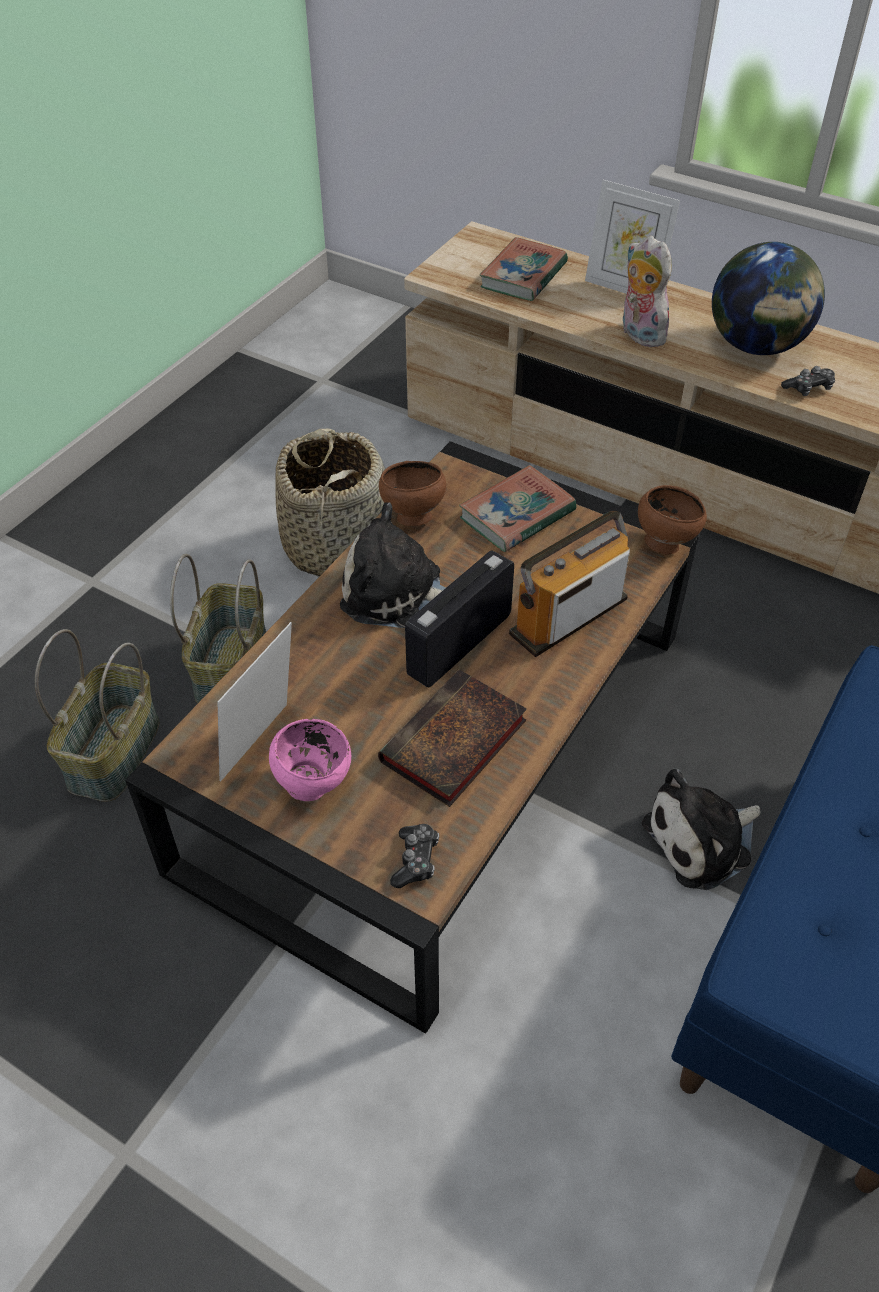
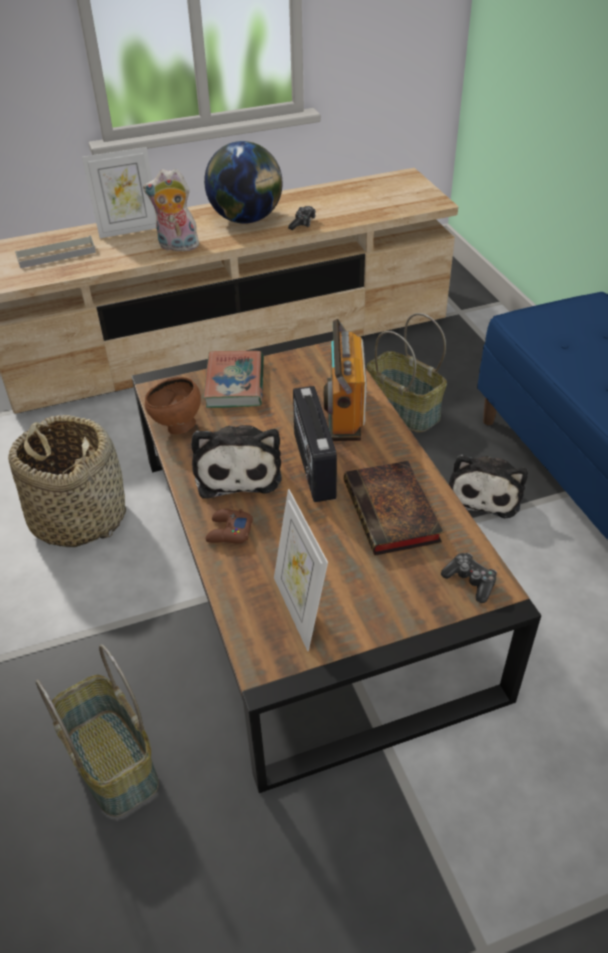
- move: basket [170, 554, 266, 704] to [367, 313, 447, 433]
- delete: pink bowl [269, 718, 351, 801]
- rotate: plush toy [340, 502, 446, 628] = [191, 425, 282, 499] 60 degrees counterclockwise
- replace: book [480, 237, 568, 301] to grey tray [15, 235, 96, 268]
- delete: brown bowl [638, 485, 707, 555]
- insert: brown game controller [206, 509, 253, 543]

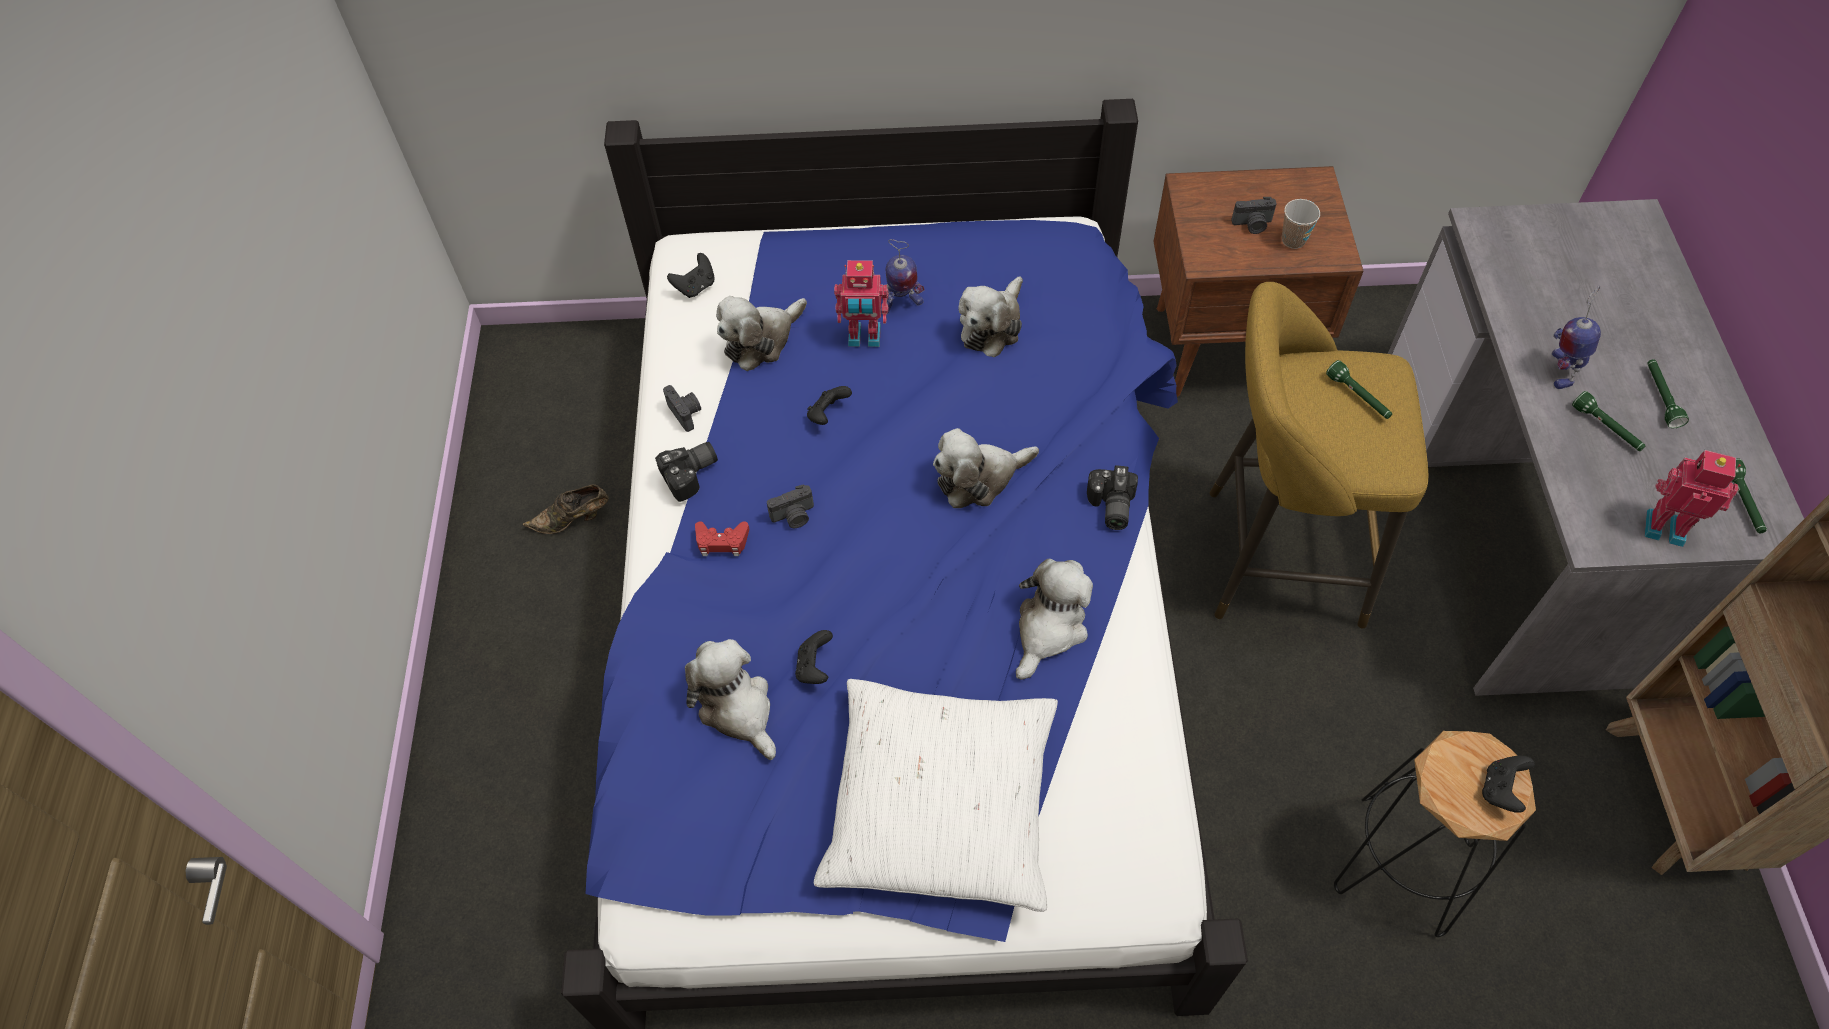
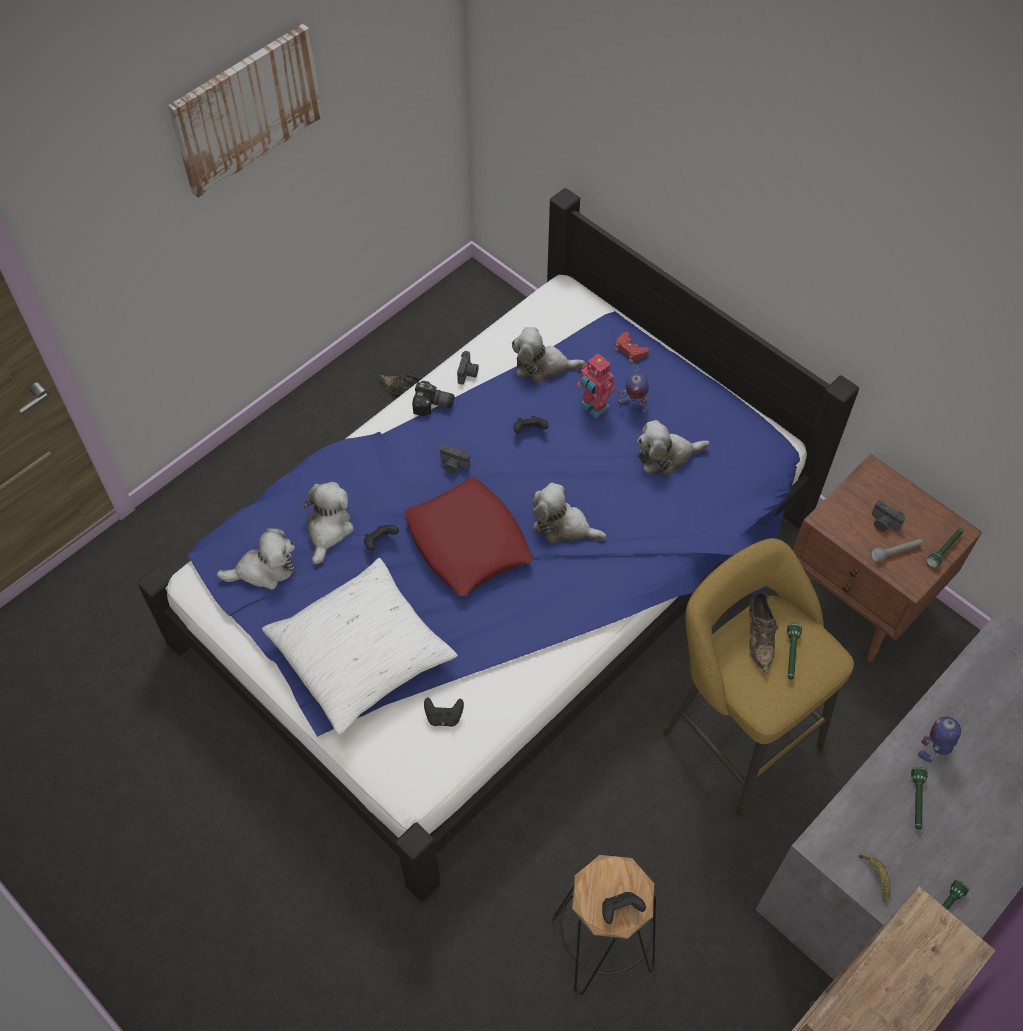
- move: black game controller [667, 253, 715, 298] to [424, 697, 464, 727]
- move: red game controller [695, 521, 749, 556] to [615, 332, 649, 362]
- move: plush toy [1016, 559, 1093, 680] to [217, 528, 295, 590]
- delete: photo camera [1087, 465, 1138, 530]
- replace: cup [1282, 199, 1320, 249] to grey flashlight [871, 539, 923, 562]
- replace: toy robot [1645, 450, 1741, 547] to banana [859, 854, 891, 902]
- move: green flashlight [1648, 359, 1689, 428] to [926, 528, 964, 568]
- insert: picture [168, 24, 323, 198]
- insert: red pillow [404, 477, 533, 596]
- insert: brown shoe [749, 592, 779, 673]

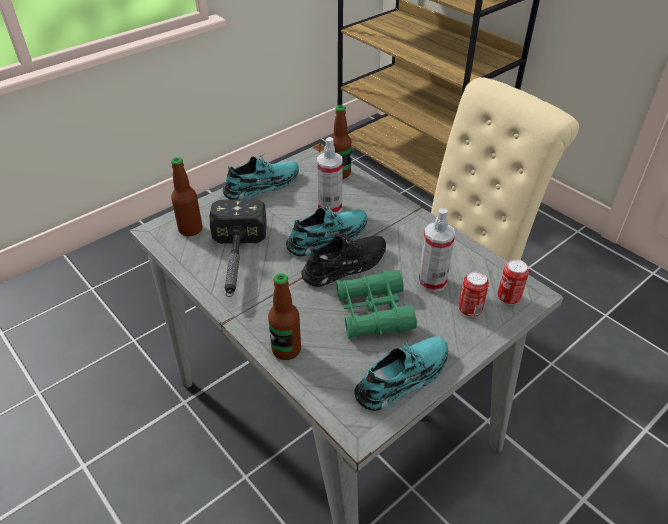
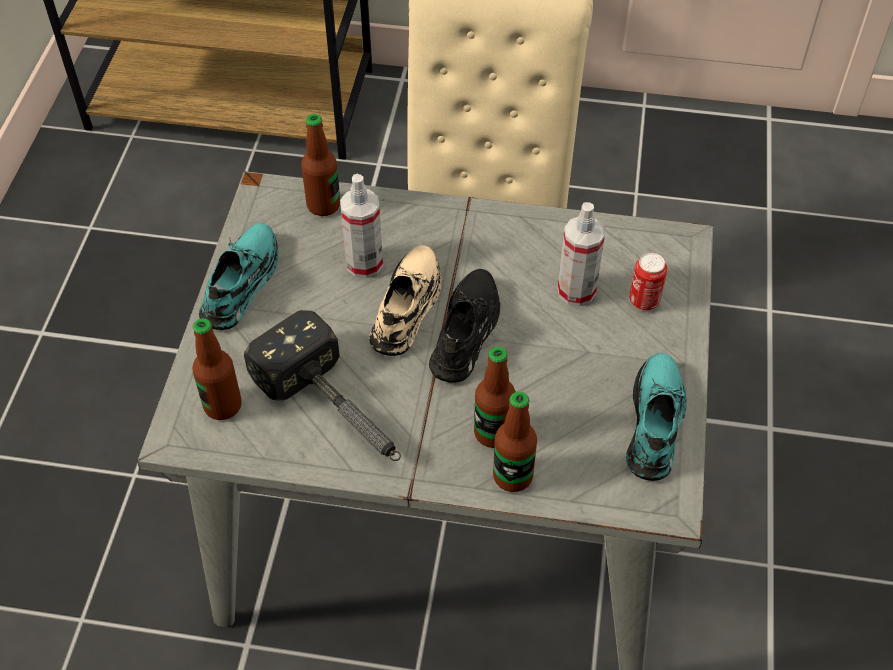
- recolor: turquoise shoe [286, 203, 367, 257] to beige shoe [369, 245, 442, 356]
- delete: green binoculars [336, 270, 417, 339]
- delete: can [497, 259, 529, 305]
- insert: bottle [474, 347, 516, 448]

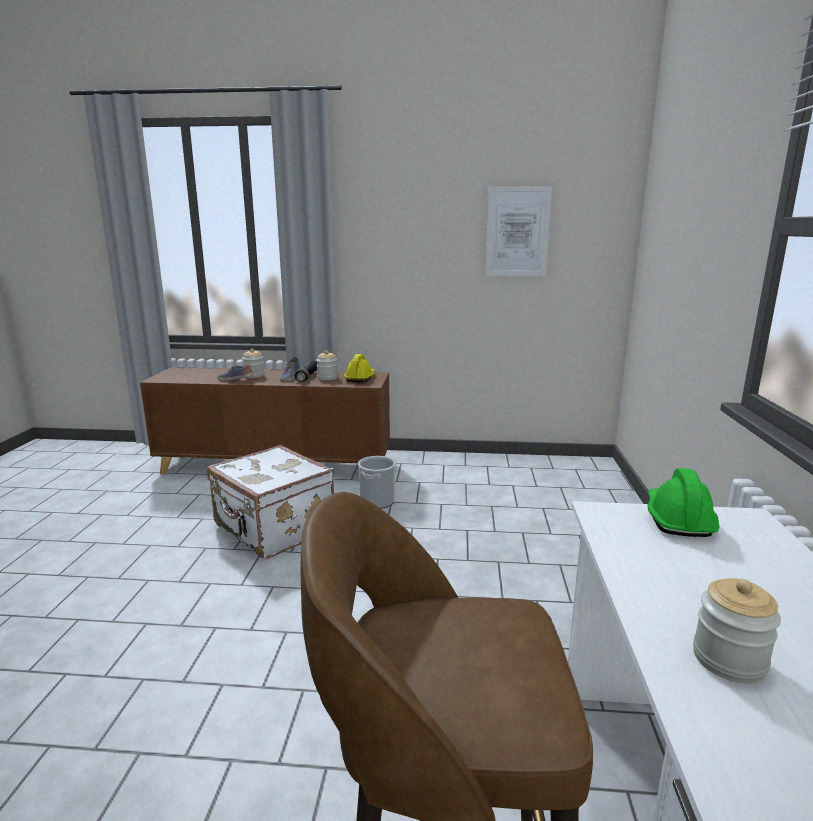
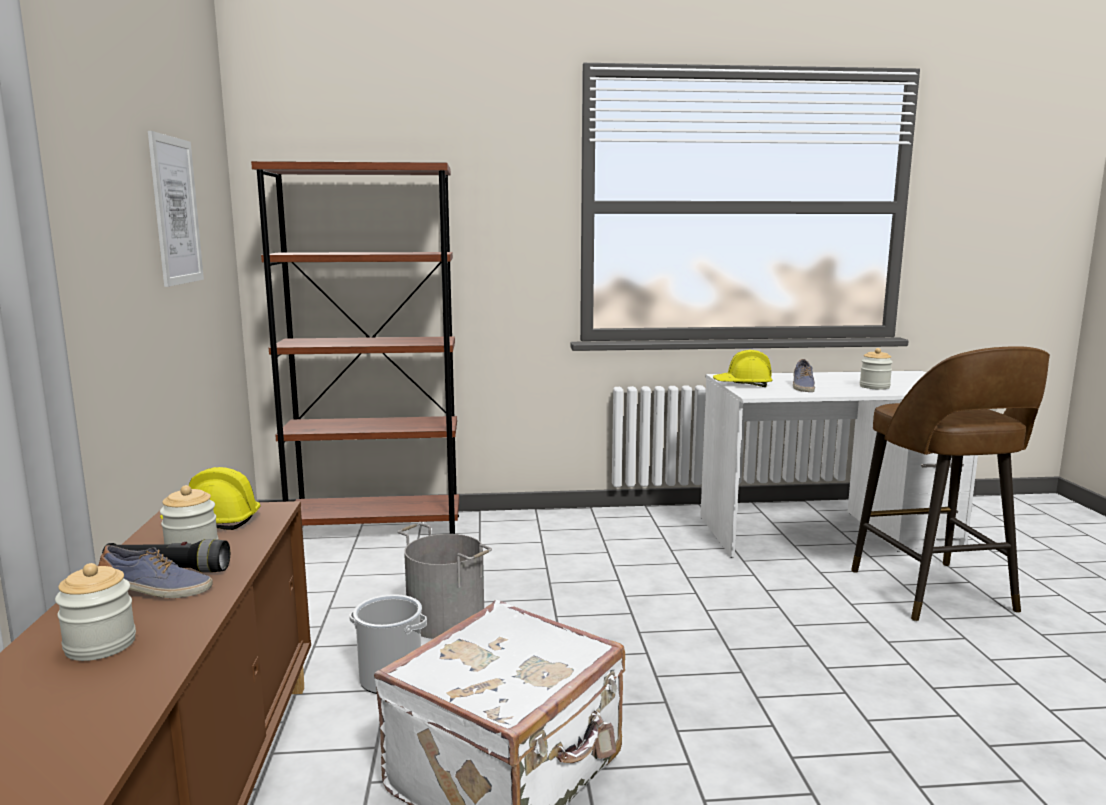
- move: shoe [217, 364, 253, 381] to [793, 359, 815, 392]
- recolor: green hard hat [648, 468, 719, 537] to yellow hard hat [713, 350, 773, 387]
- insert: brown bookcase [251, 161, 459, 534]
- insert: grey bucket [397, 523, 492, 639]

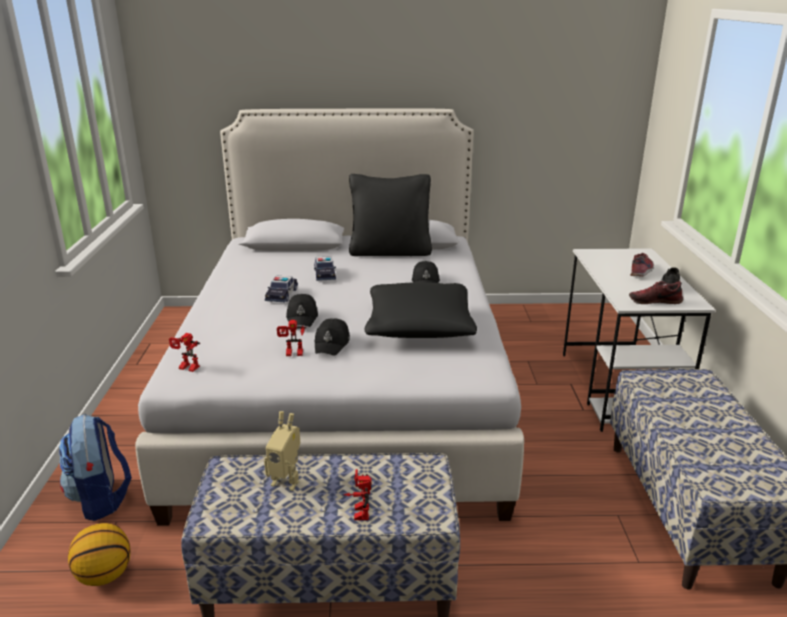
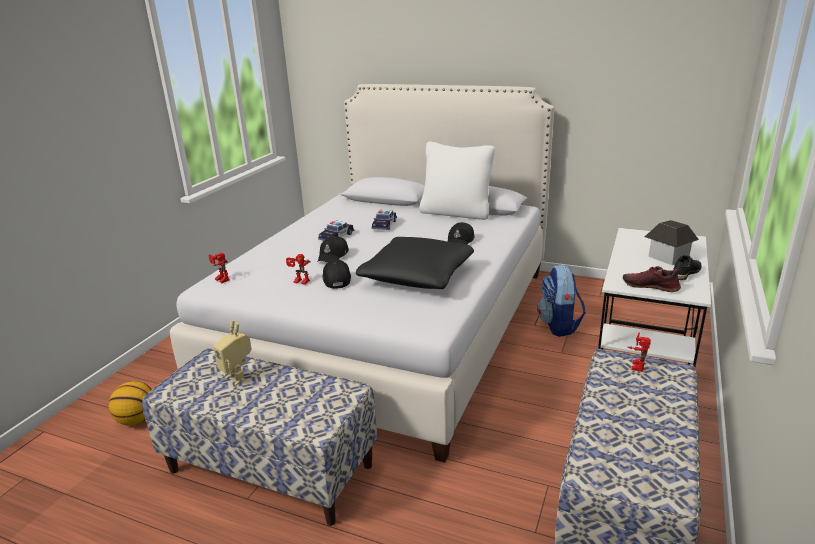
- move: backpack [59, 414, 132, 521] to [537, 265, 586, 337]
- rotate: black cap [314, 318, 350, 356] = [322, 258, 351, 289] 135 degrees clockwise
- move: toy robot [344, 469, 371, 520] to [627, 332, 651, 372]
- recolor: black pillow [349, 174, 432, 256] to white pillow [419, 141, 495, 220]
- replace: shoe [630, 253, 654, 277] to toy house [645, 220, 699, 265]

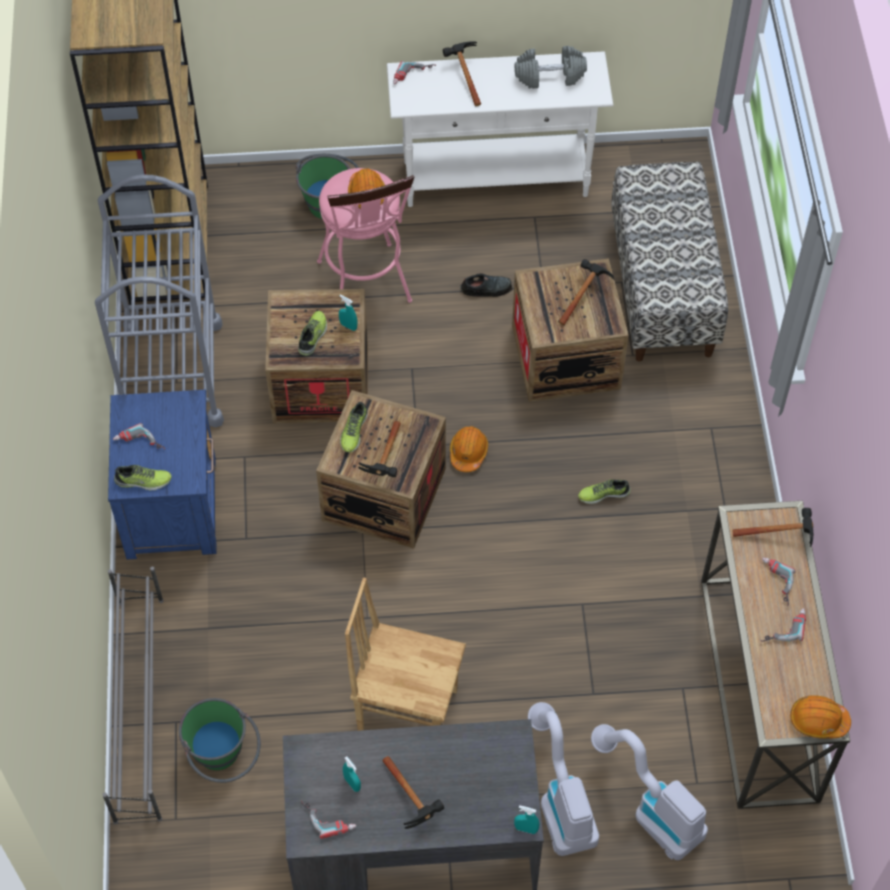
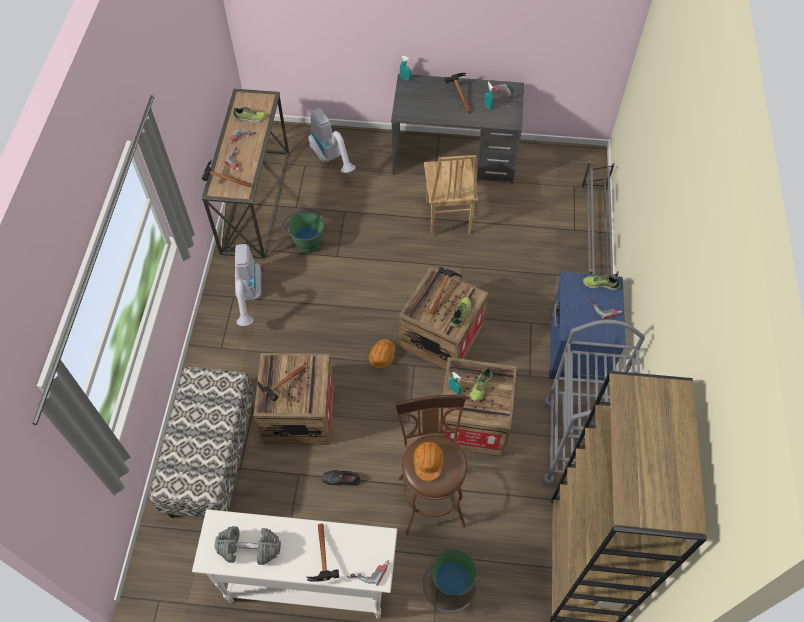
- move: green bucket [179, 698, 261, 783] to [281, 209, 324, 253]
- recolor: pink stool [317, 168, 414, 303] to brown stool [395, 395, 467, 535]
- rotate: brown chair [345, 577, 466, 731] = [424, 155, 478, 237] 60 degrees clockwise
- move: vacuum cleaner [528, 702, 599, 856] to [235, 244, 262, 326]
- move: shoe [578, 480, 630, 504] to [233, 107, 266, 123]
- delete: orange hard hat [790, 695, 851, 739]

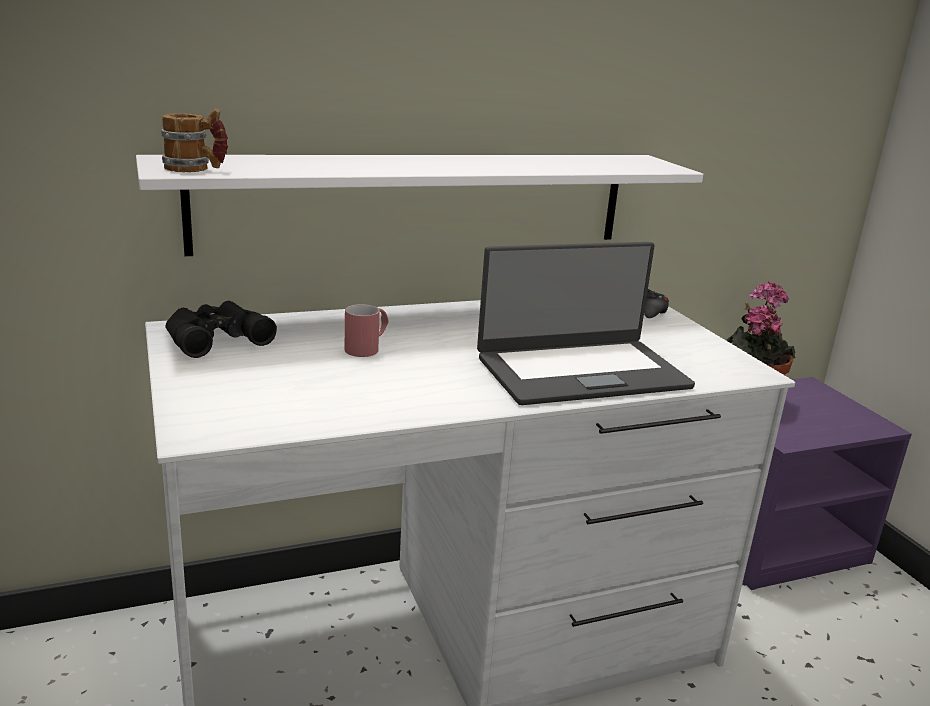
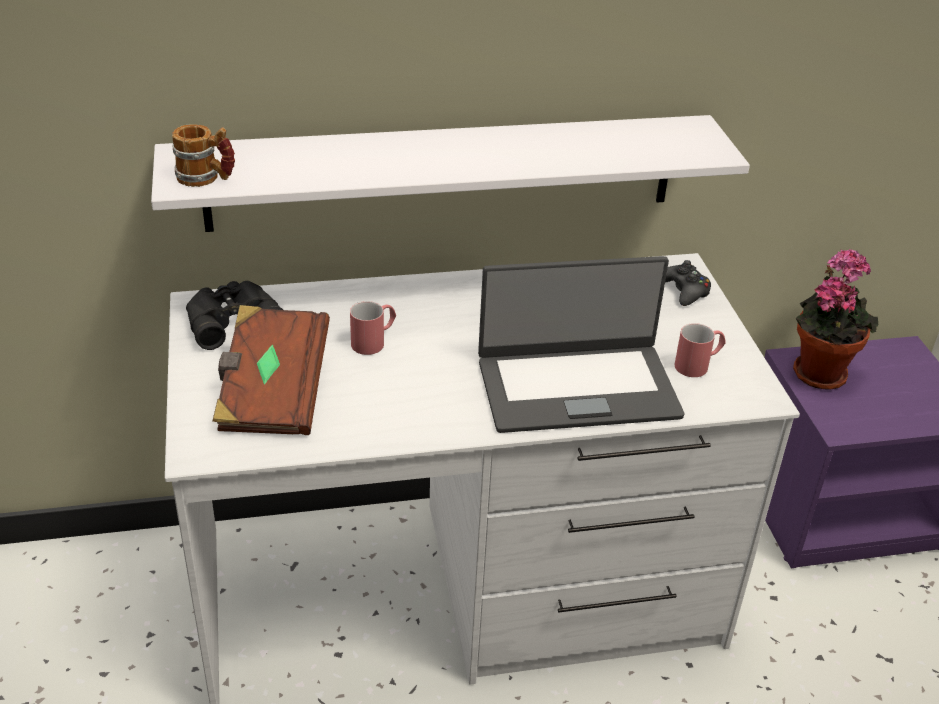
- insert: brown book [212, 305, 330, 435]
- insert: red mug [675, 323, 726, 377]

